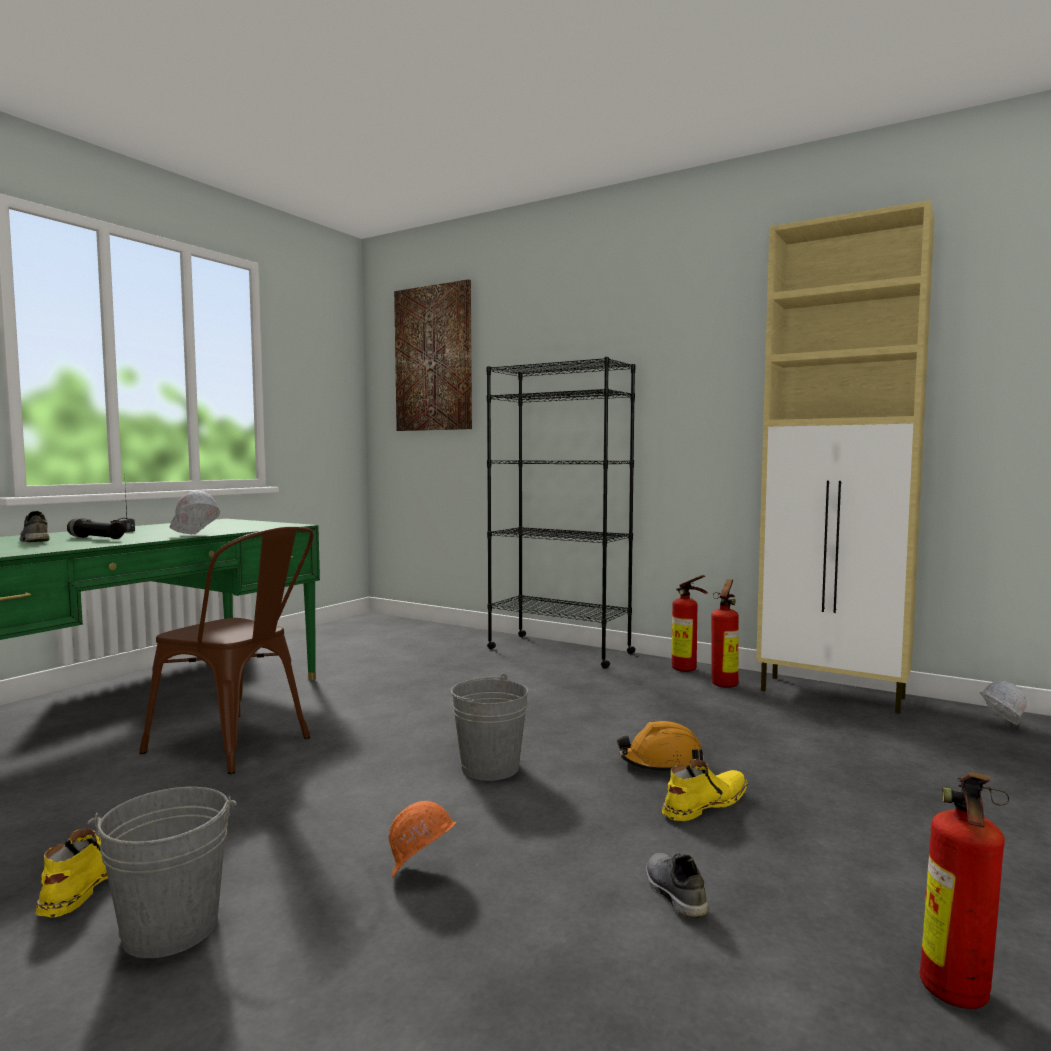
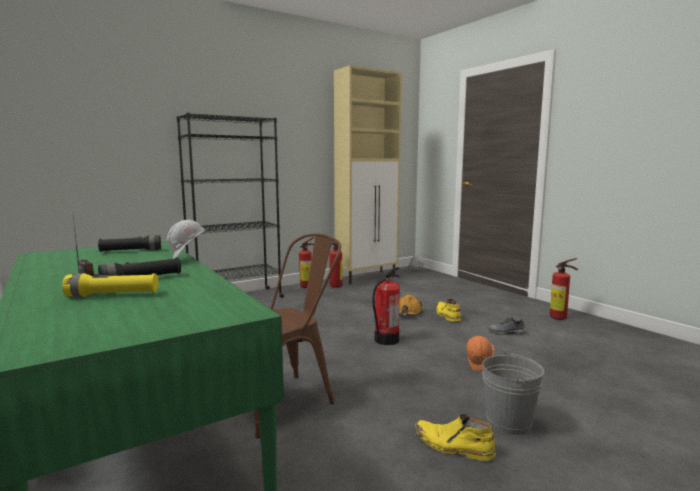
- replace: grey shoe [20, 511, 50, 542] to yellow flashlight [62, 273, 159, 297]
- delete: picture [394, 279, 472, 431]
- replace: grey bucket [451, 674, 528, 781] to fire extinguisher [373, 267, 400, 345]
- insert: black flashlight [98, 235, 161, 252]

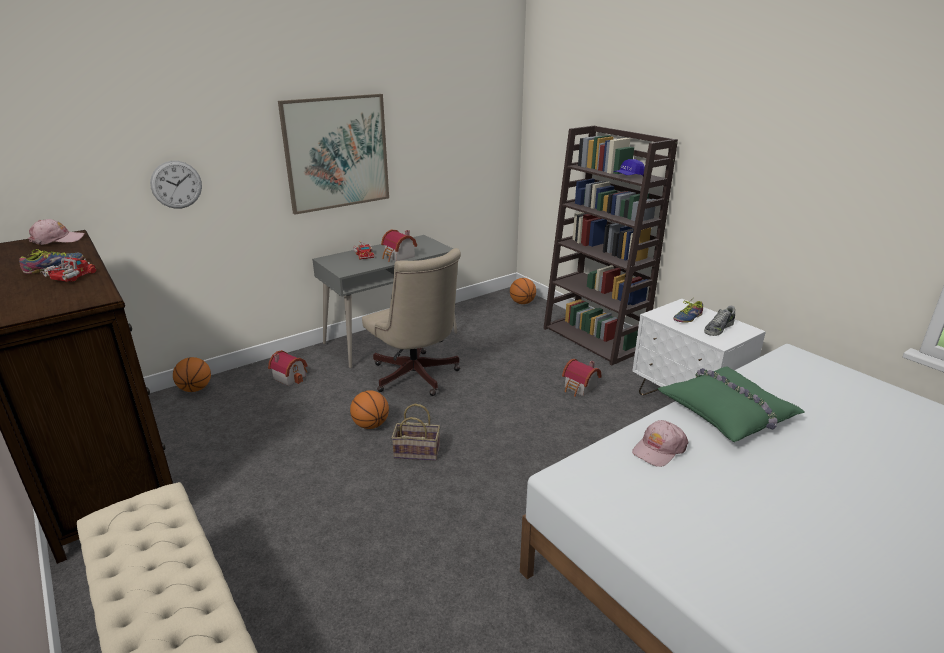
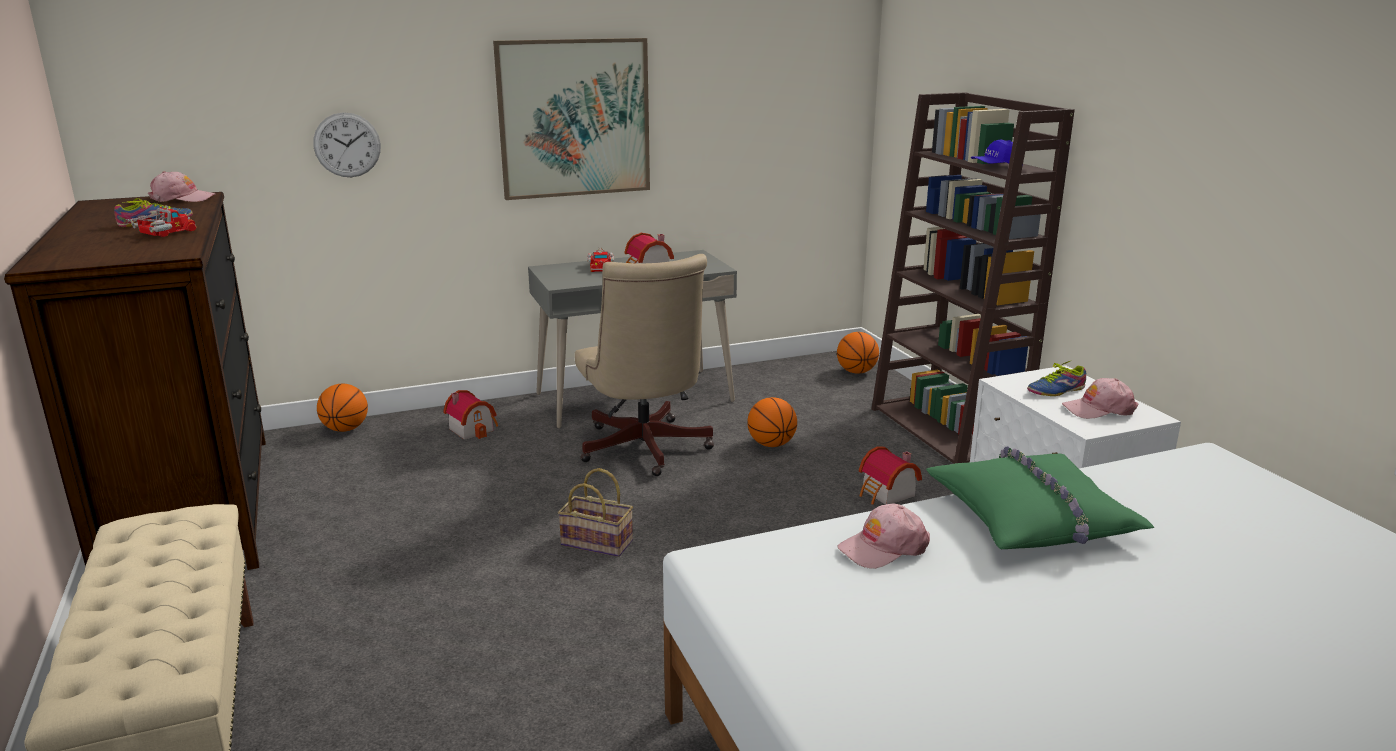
- move: basketball [350, 390, 389, 429] to [747, 397, 797, 447]
- replace: shoe [704, 306, 735, 336] to pink cap [1062, 378, 1139, 419]

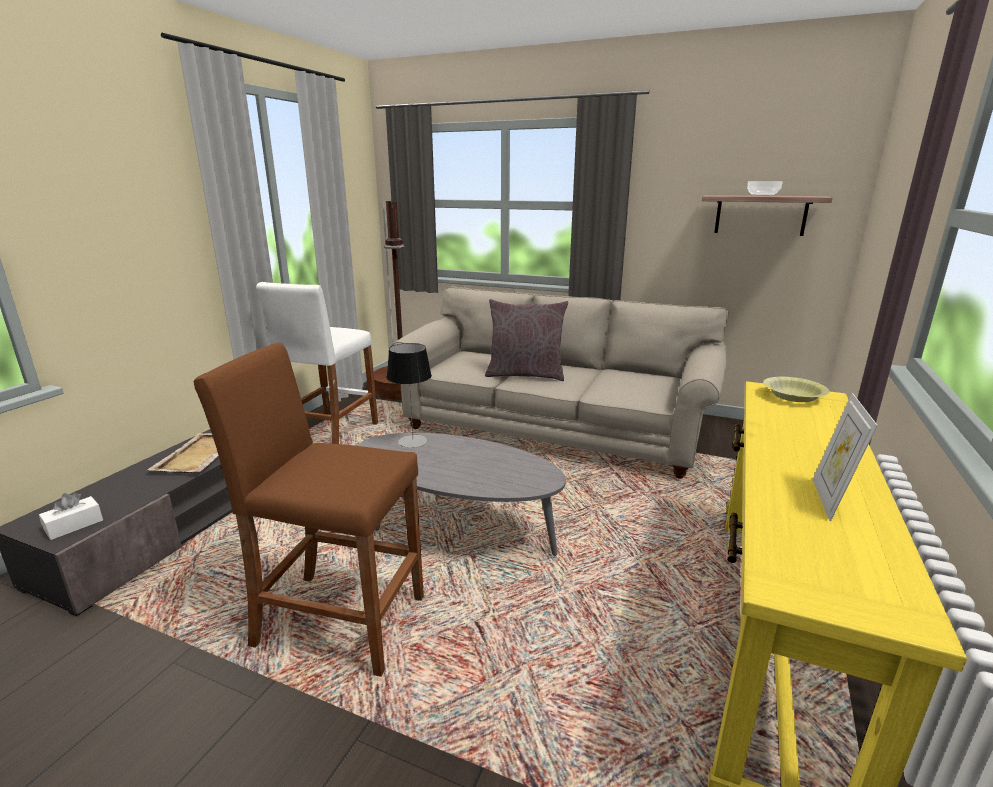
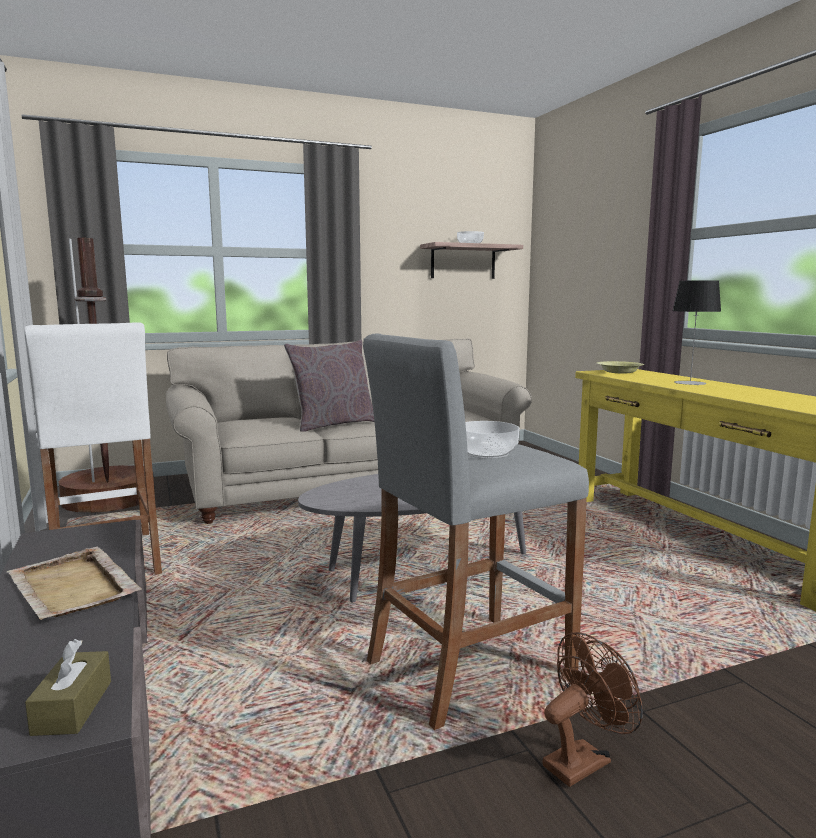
- recolor: white tissue box [39, 492, 103, 540] to brown tissue box [25, 639, 111, 736]
- recolor: brown stool [194, 343, 424, 677] to grey stool [363, 334, 589, 730]
- move: table lamp [387, 343, 432, 448] to [672, 280, 721, 385]
- delete: picture frame [812, 393, 878, 521]
- insert: bowl [465, 421, 519, 459]
- insert: brown fan [543, 632, 643, 787]

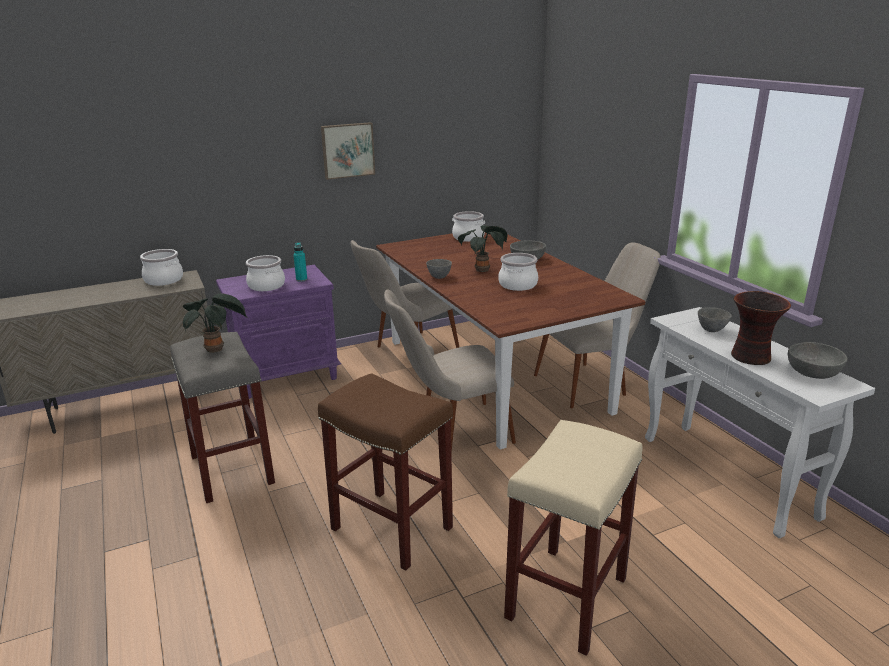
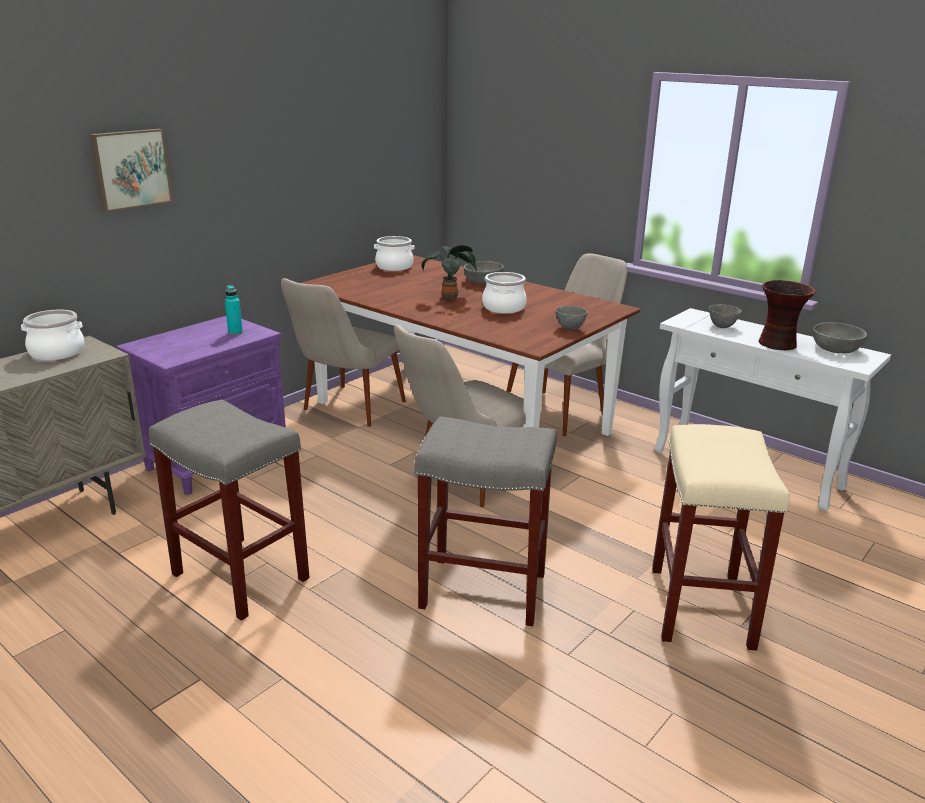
- delete: potted plant [183, 293, 248, 353]
- delete: cooking pot [246, 255, 285, 291]
- recolor: brown stool [318, 373, 453, 571] to grey stool [415, 416, 557, 626]
- move: picture [321, 122, 375, 180] to [89, 129, 173, 212]
- move: grey bowl [426, 259, 452, 279] to [555, 306, 588, 330]

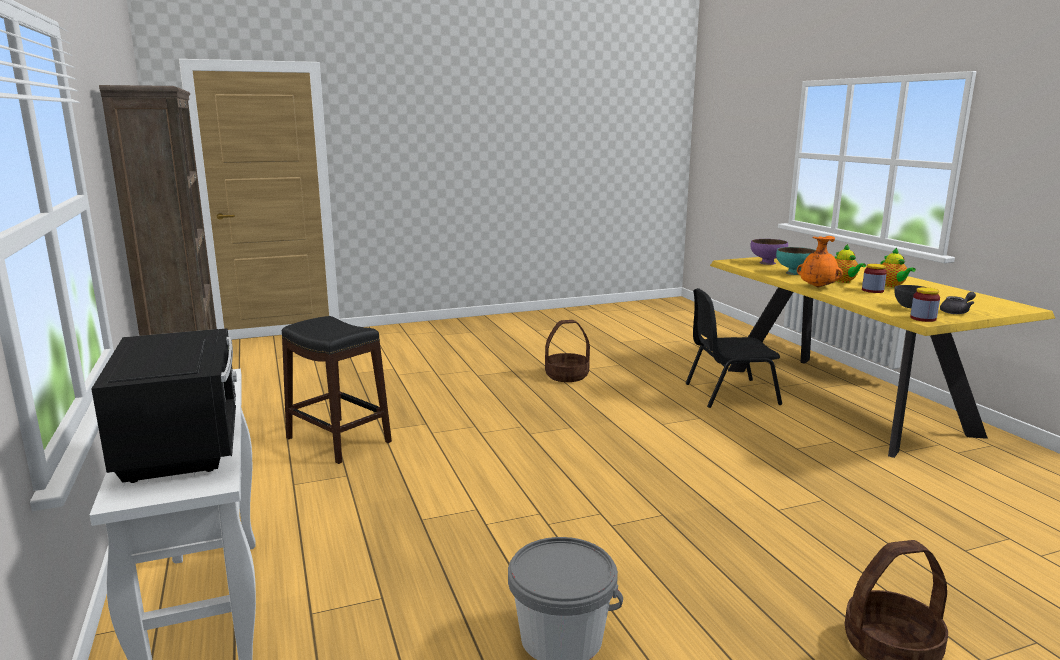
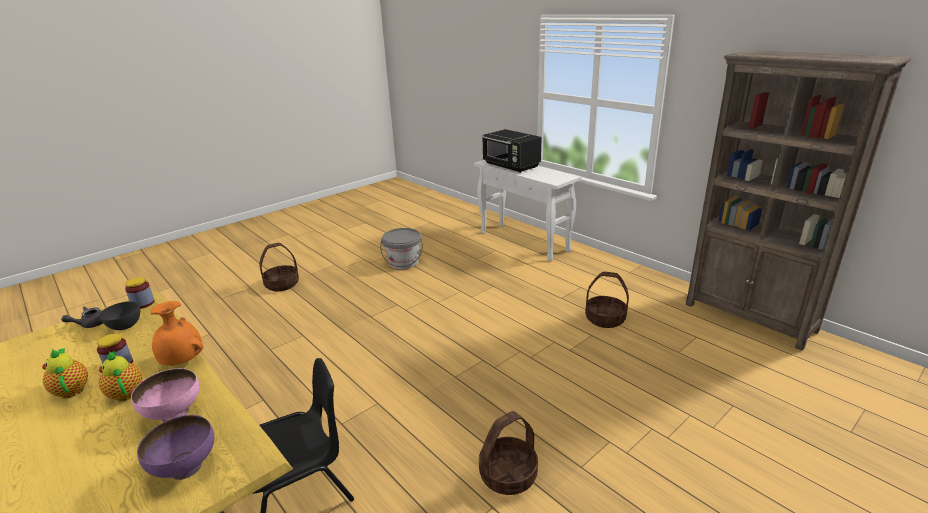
- replace: black stool [282, 316, 392, 464] to basket [585, 272, 629, 328]
- recolor: turquoise bowl [776, 247, 816, 275] to pink bowl [131, 368, 199, 422]

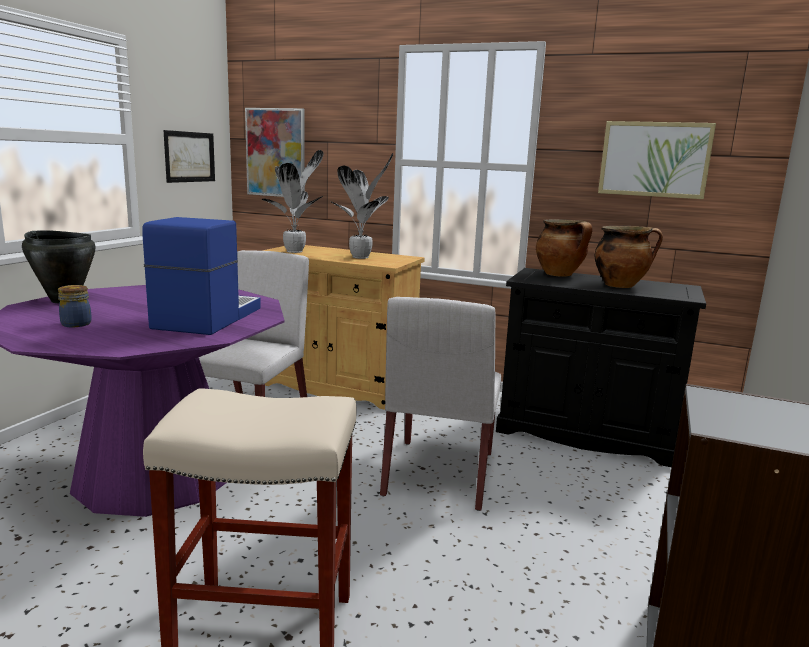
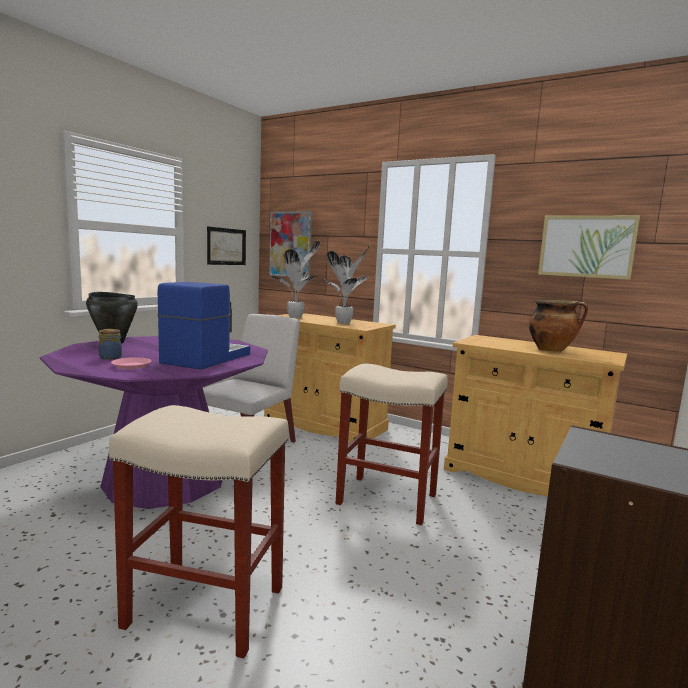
- replace: white chair [380, 297, 501, 511] to beige stool [336, 364, 448, 525]
- recolor: black cabinet [496, 268, 706, 467] to beige cabinet [444, 335, 627, 497]
- delete: cooking pot [536, 219, 592, 277]
- insert: pink plate [111, 357, 151, 369]

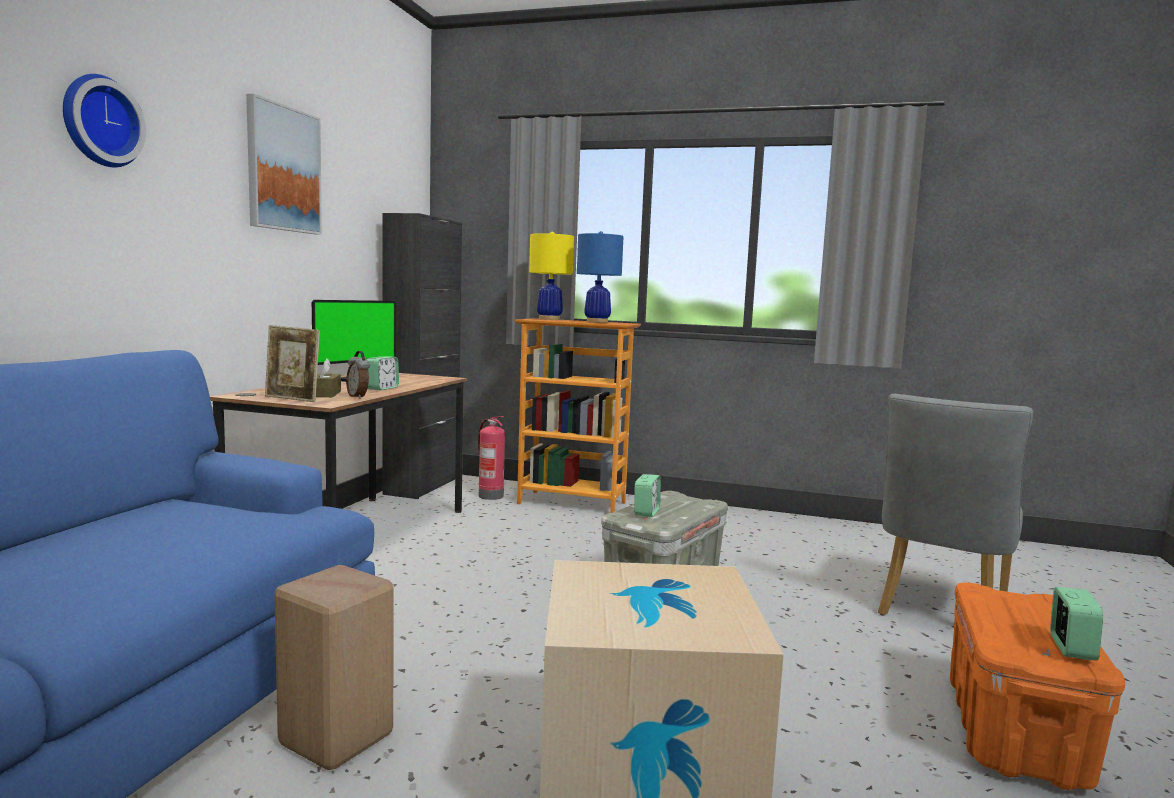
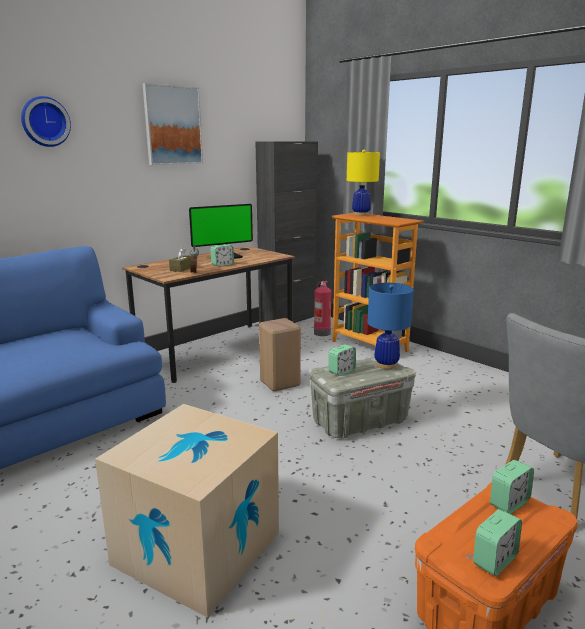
- delete: picture frame [265, 325, 320, 402]
- move: beige stool [274, 565, 394, 770] to [259, 318, 301, 391]
- move: blue table lamp [577, 231, 624, 323] to [367, 283, 414, 369]
- insert: alarm clock [490, 460, 534, 514]

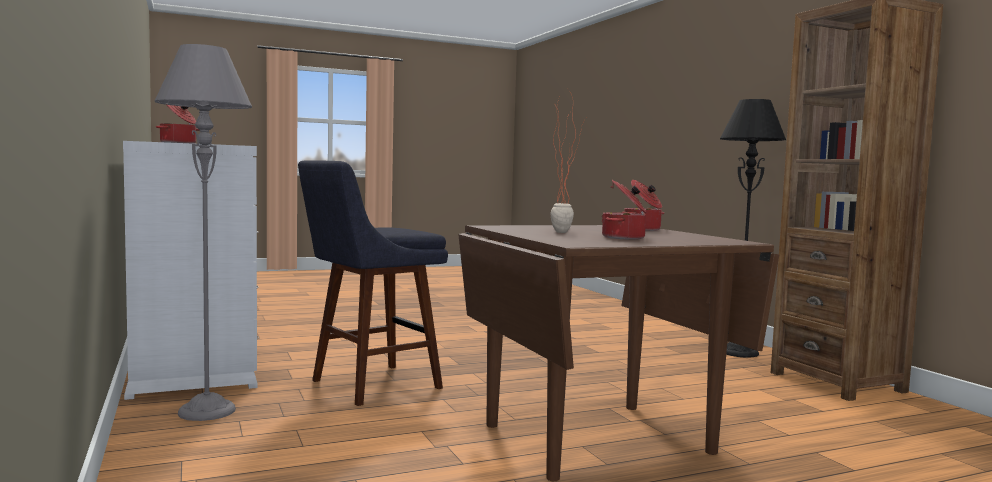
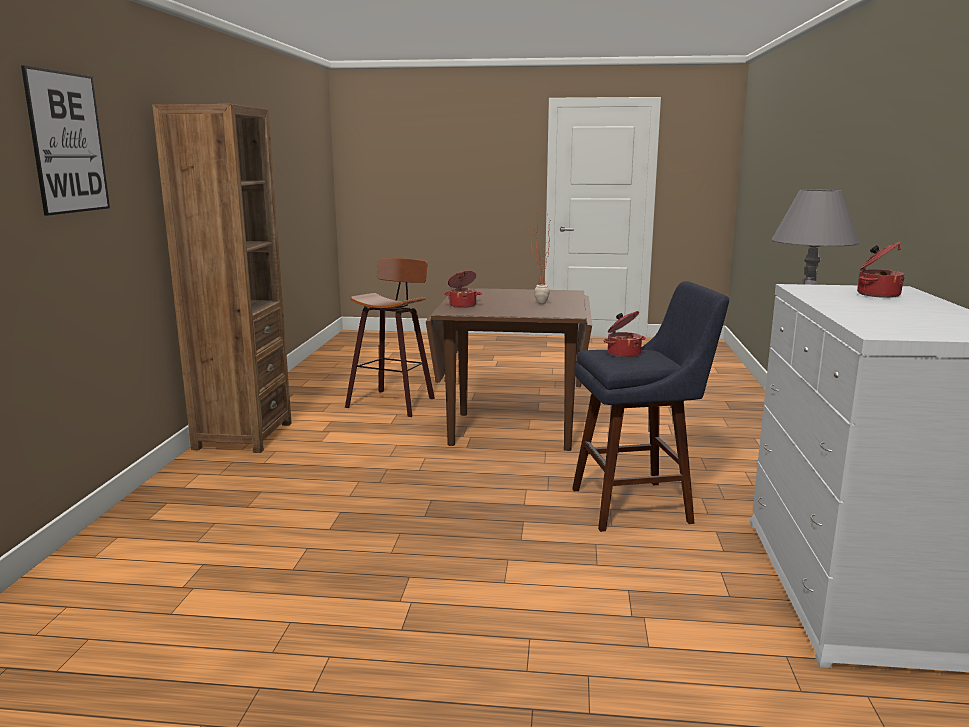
- move: cooking pot [602, 180, 646, 240] to [603, 311, 646, 358]
- delete: black floor lamp [720, 99, 786, 358]
- insert: picture [21, 65, 110, 216]
- insert: stool [345, 258, 435, 417]

